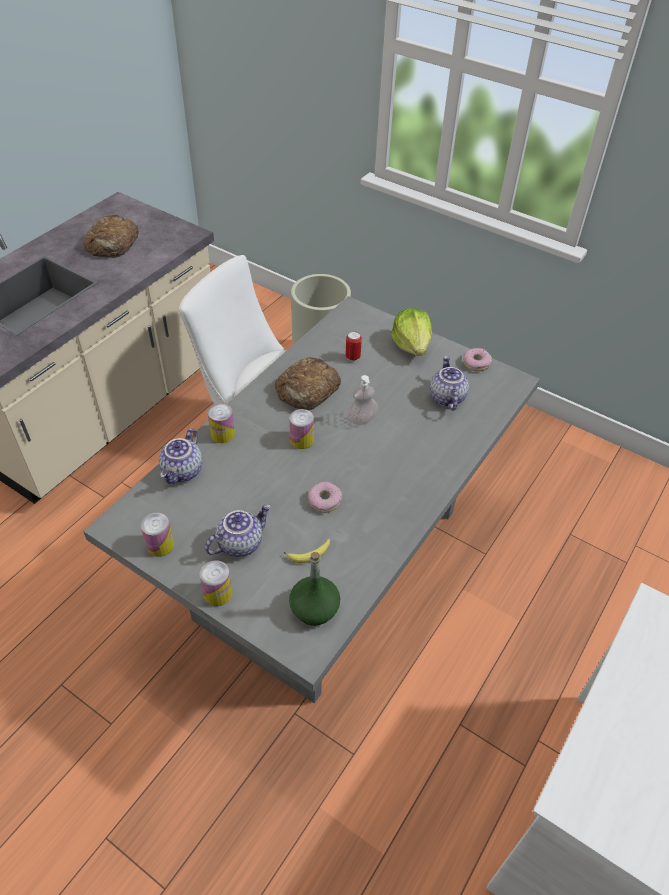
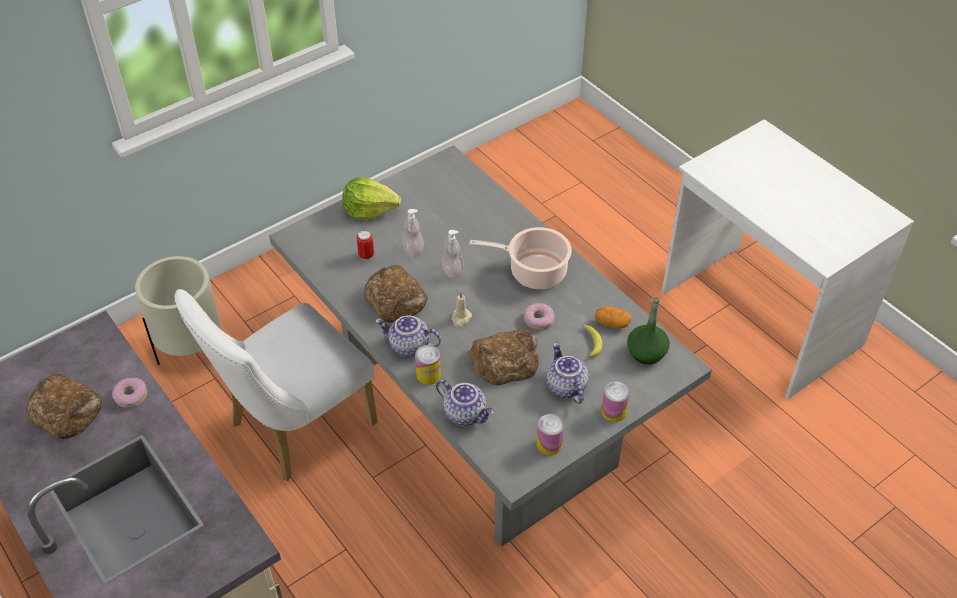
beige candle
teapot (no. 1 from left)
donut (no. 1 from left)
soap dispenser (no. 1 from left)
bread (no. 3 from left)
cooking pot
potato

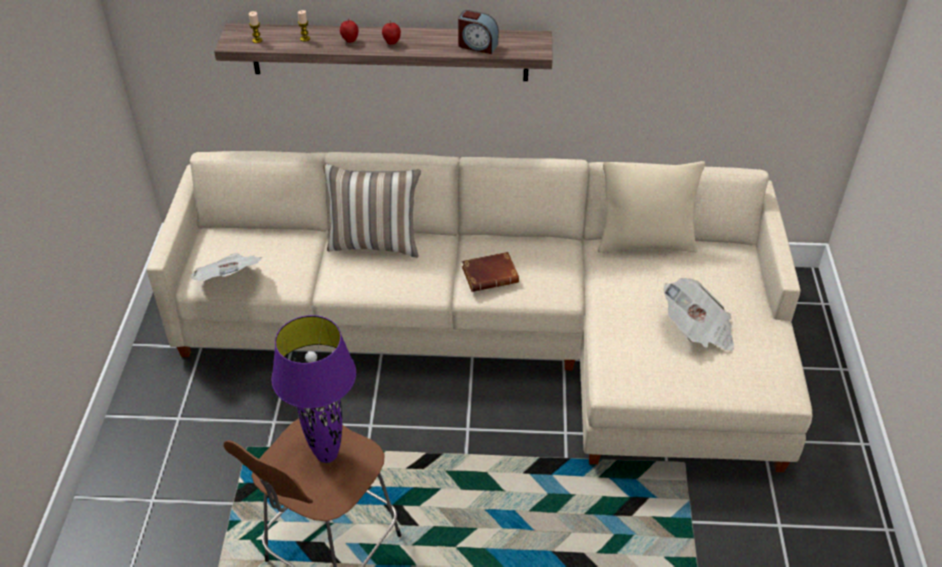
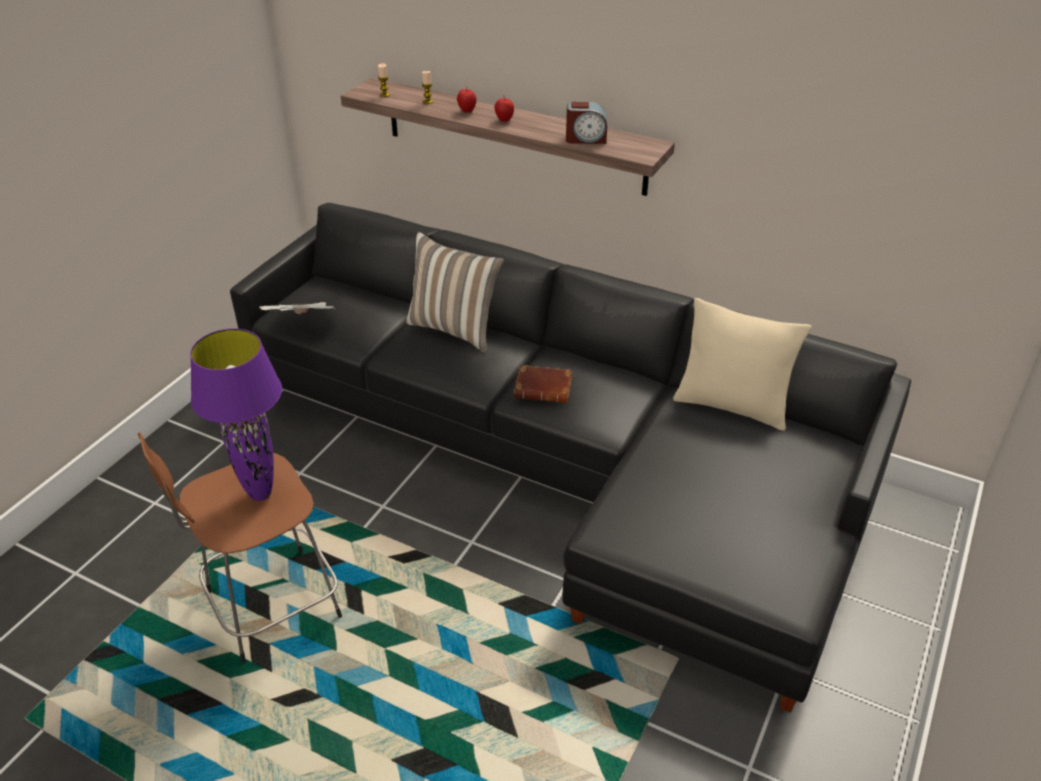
black sofa
alarm clock
newspaper (no. 2 from left in the first image)

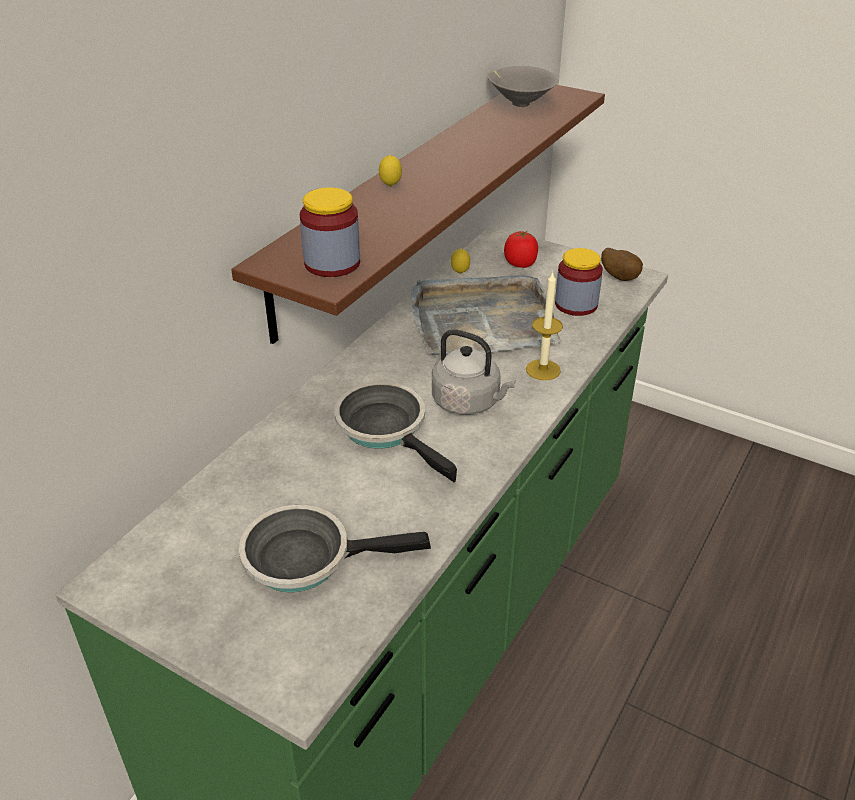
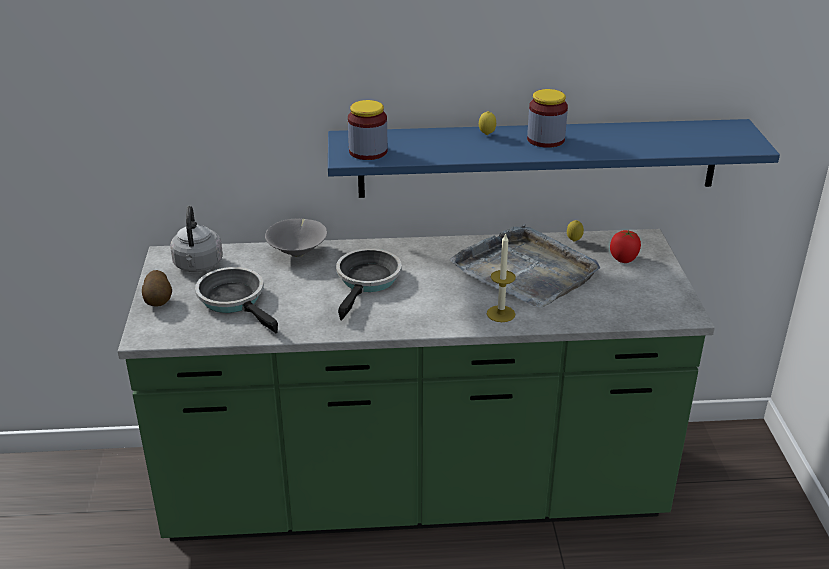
blue shelf
grey kettle
grey bowl
jar (no. 2 from left)
potato

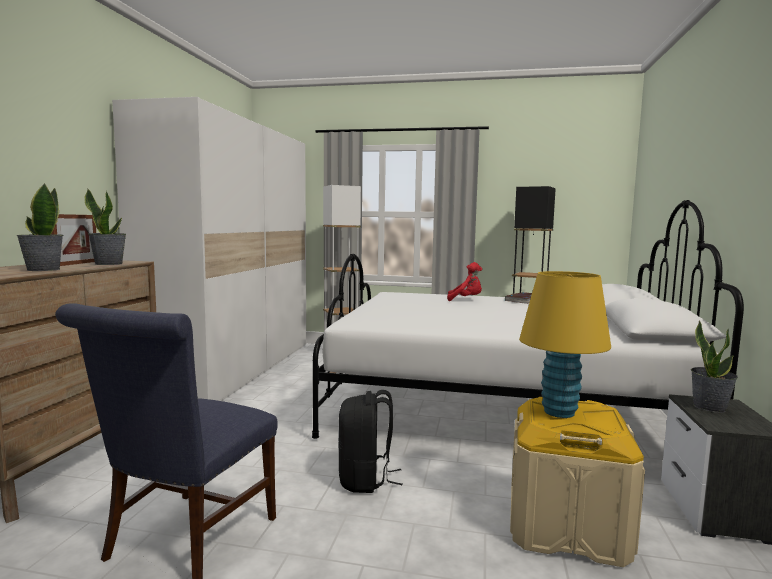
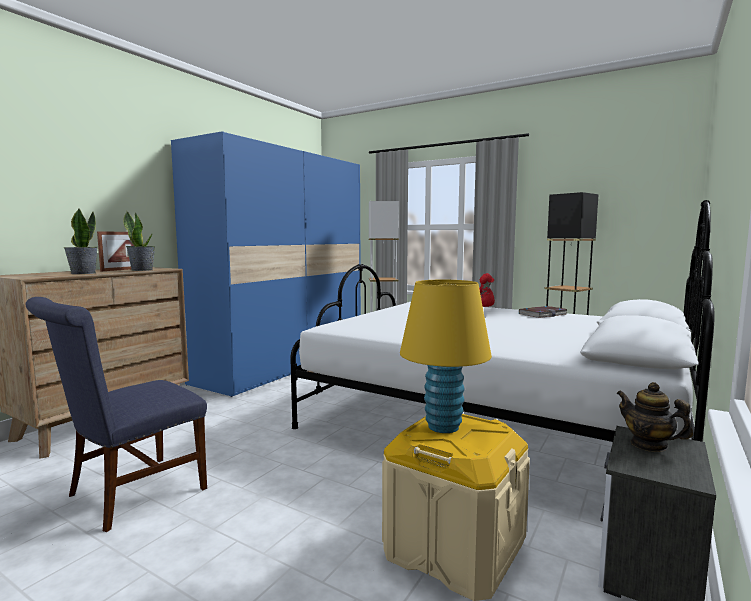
blue wardrobe
black backpack
teapot

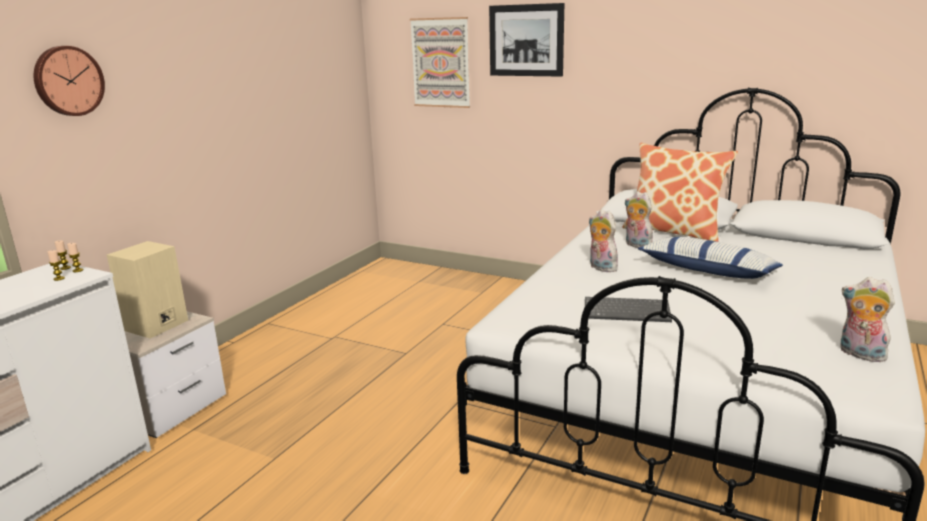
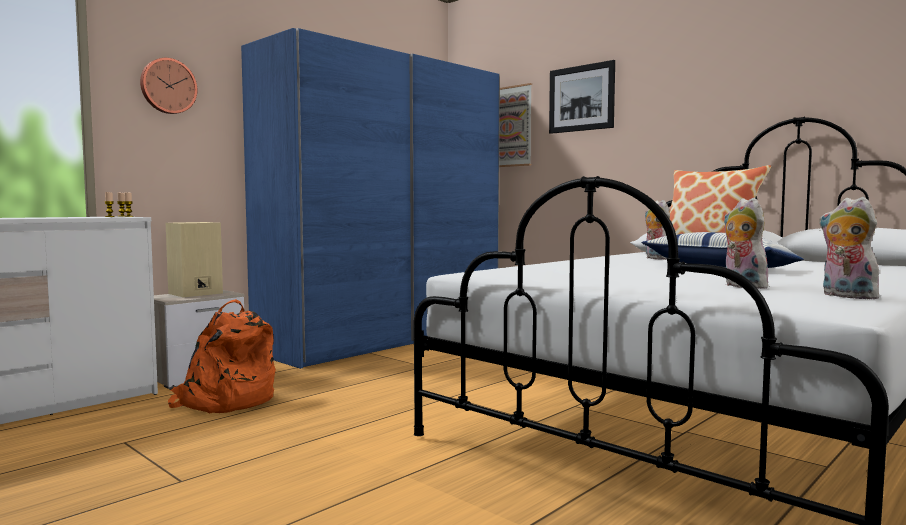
keyboard
plush toy (no. 2 from left)
orange backpack
blue wardrobe

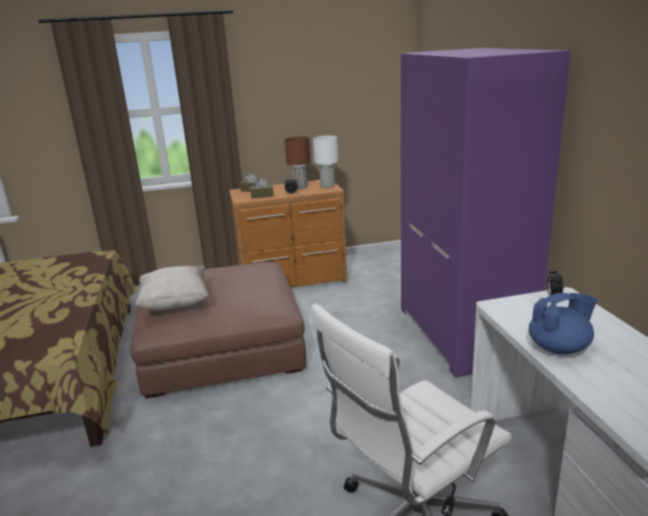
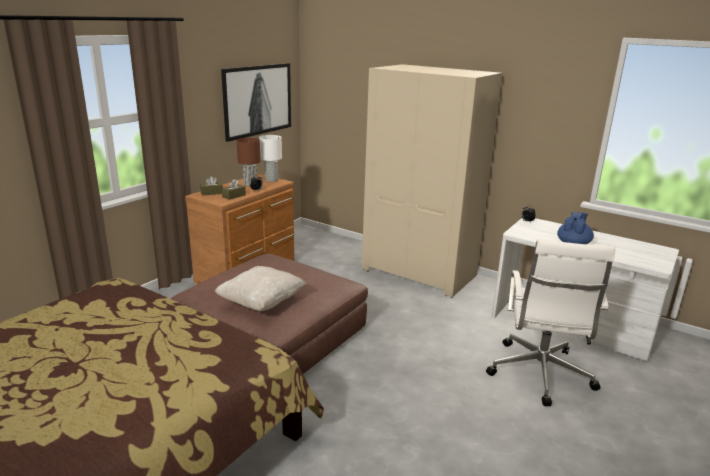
beige wardrobe
picture

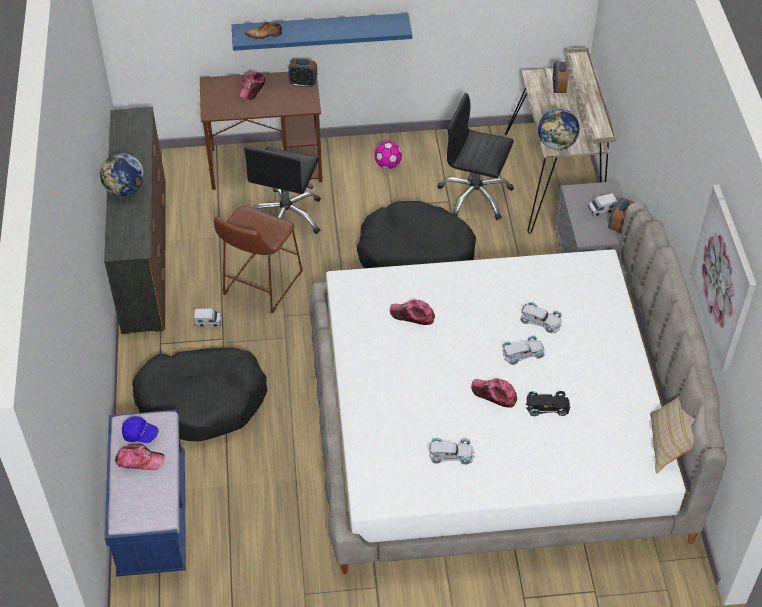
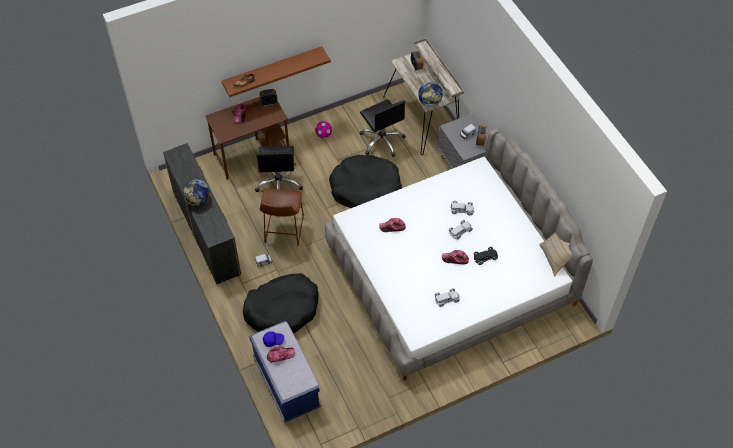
brown shelf
black office chair (no. 2 from left)
picture

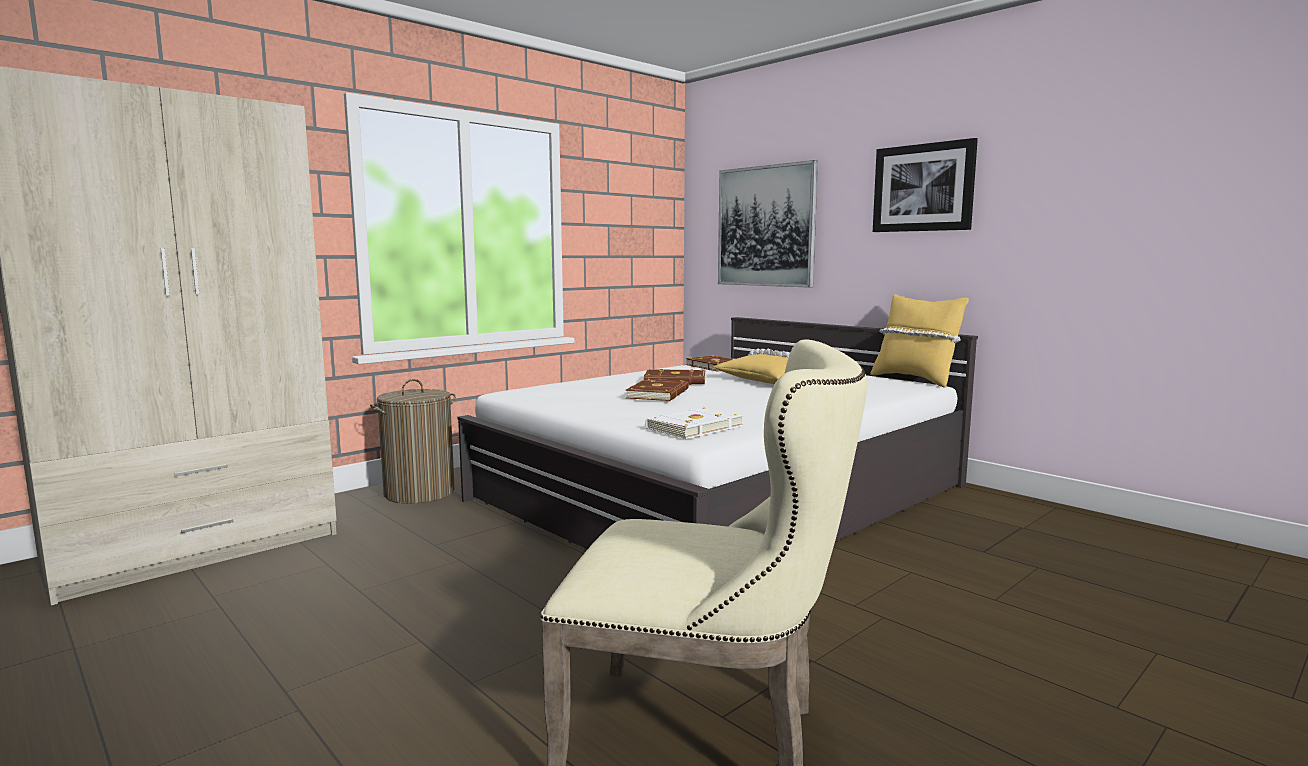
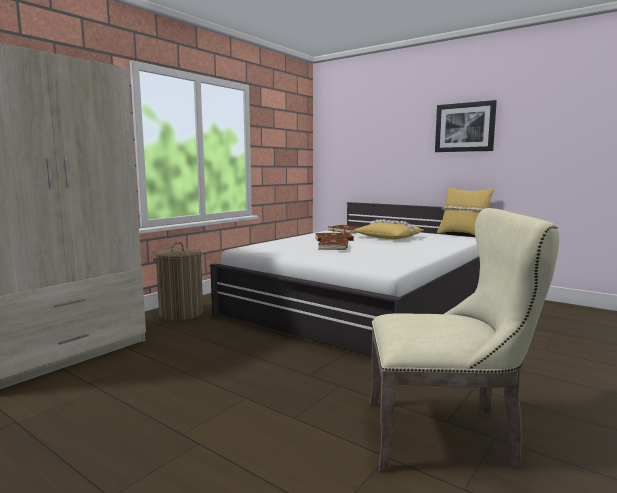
white book
picture (no. 1 from left in the first image)

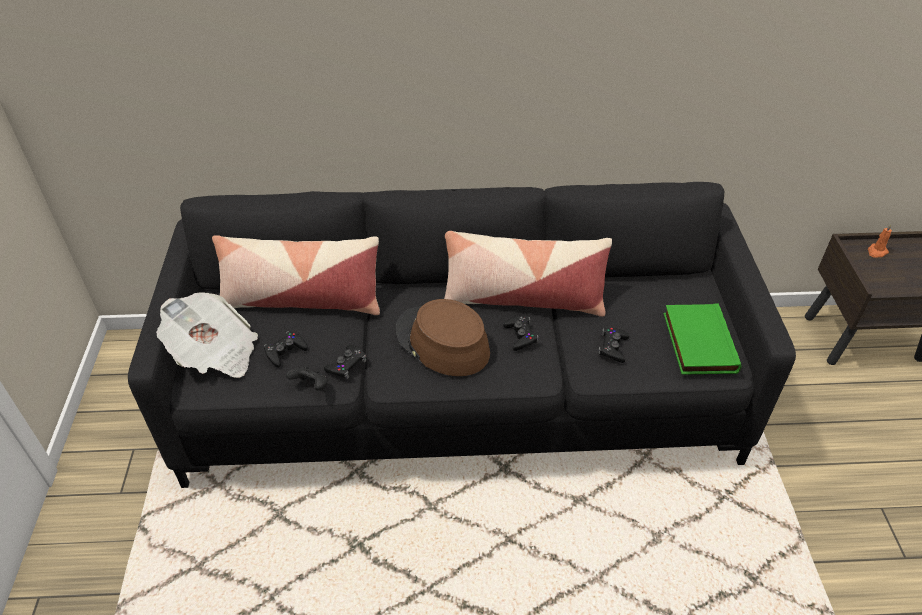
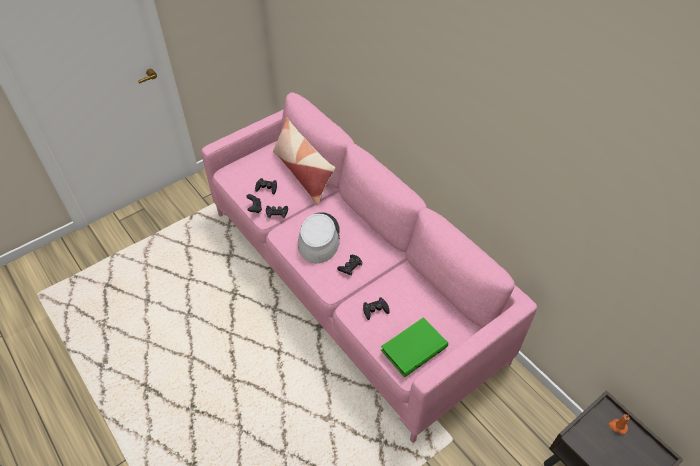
pink sofa
newspaper
grey hat
pillow (no. 2 from left in the first image)

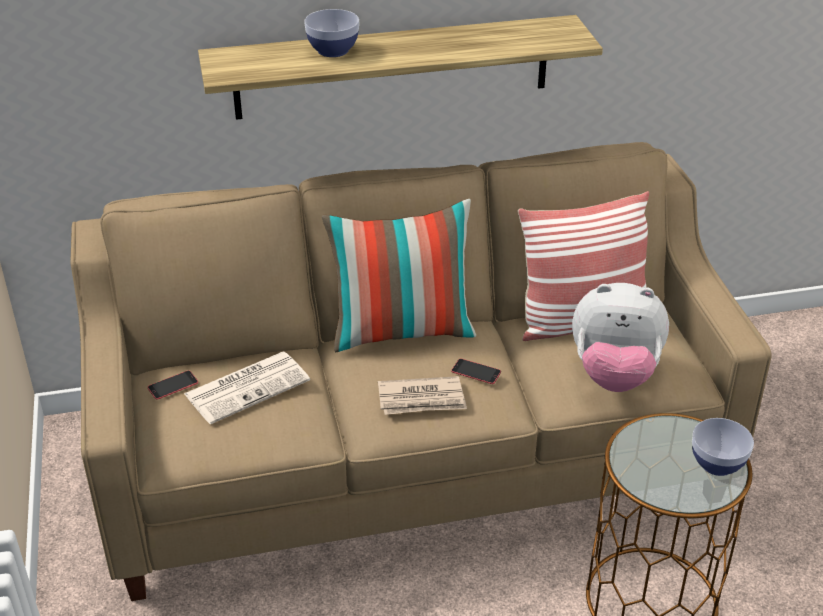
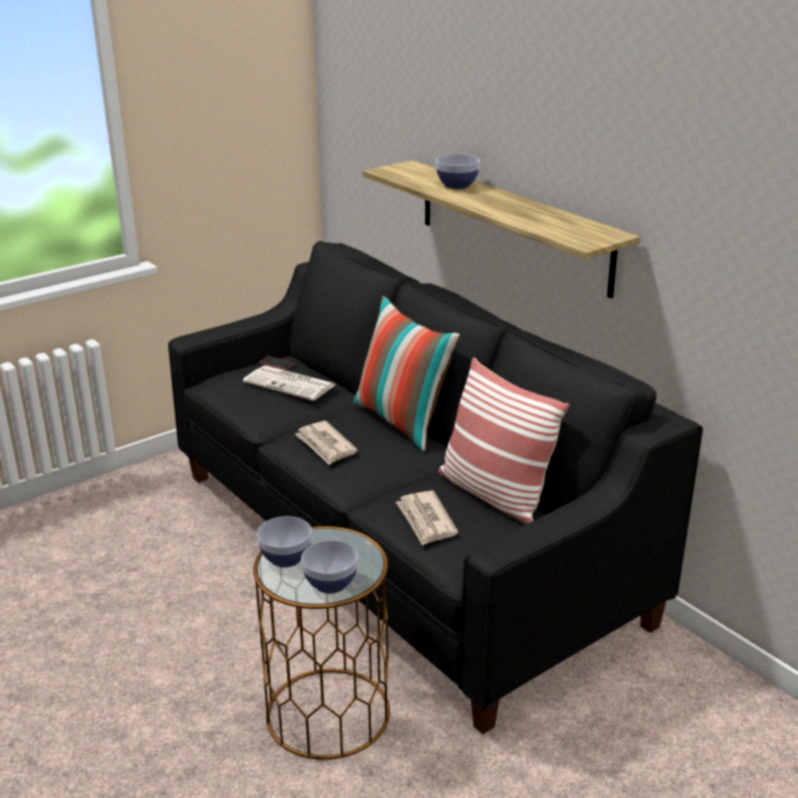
black sofa
phone (no. 2 from left in the first image)
newspaper (no. 3 from left)
bowl (no. 1 from left)

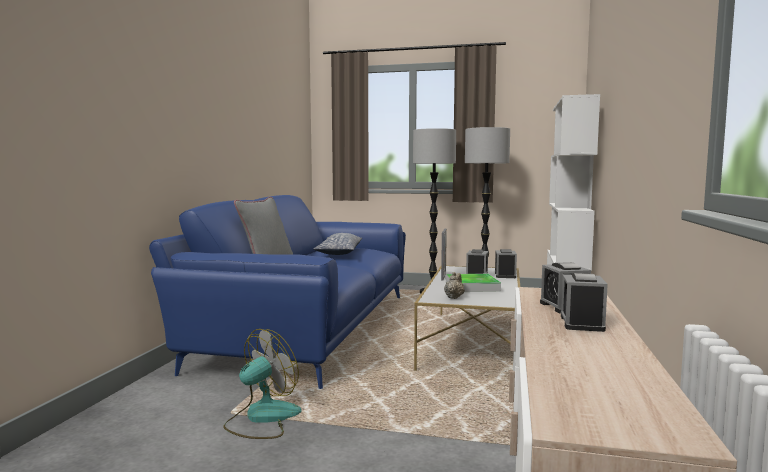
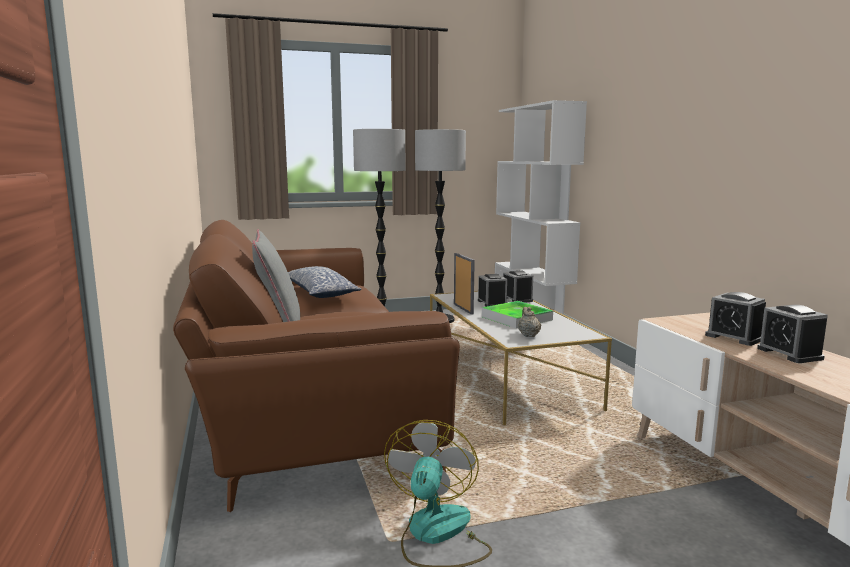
brown sofa

